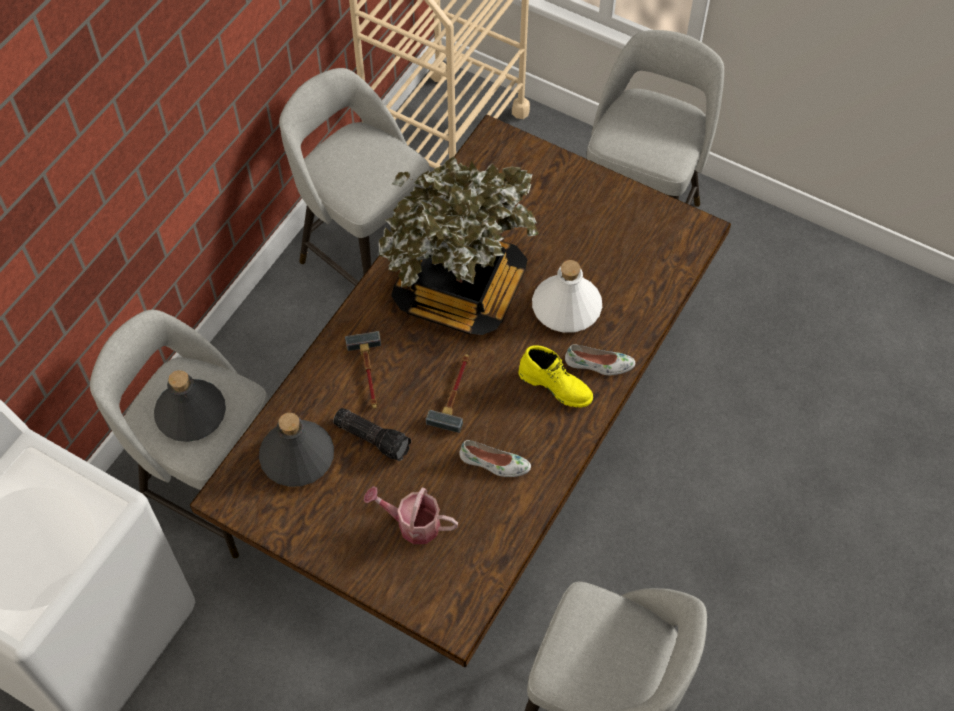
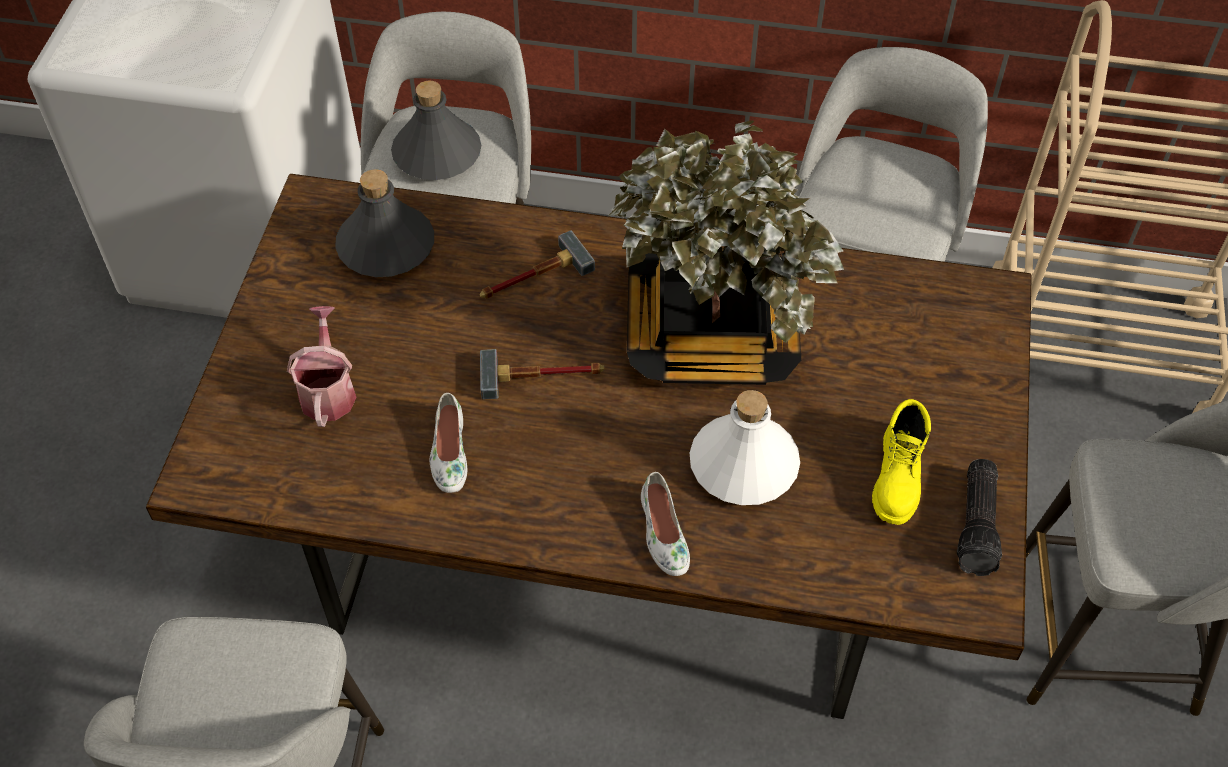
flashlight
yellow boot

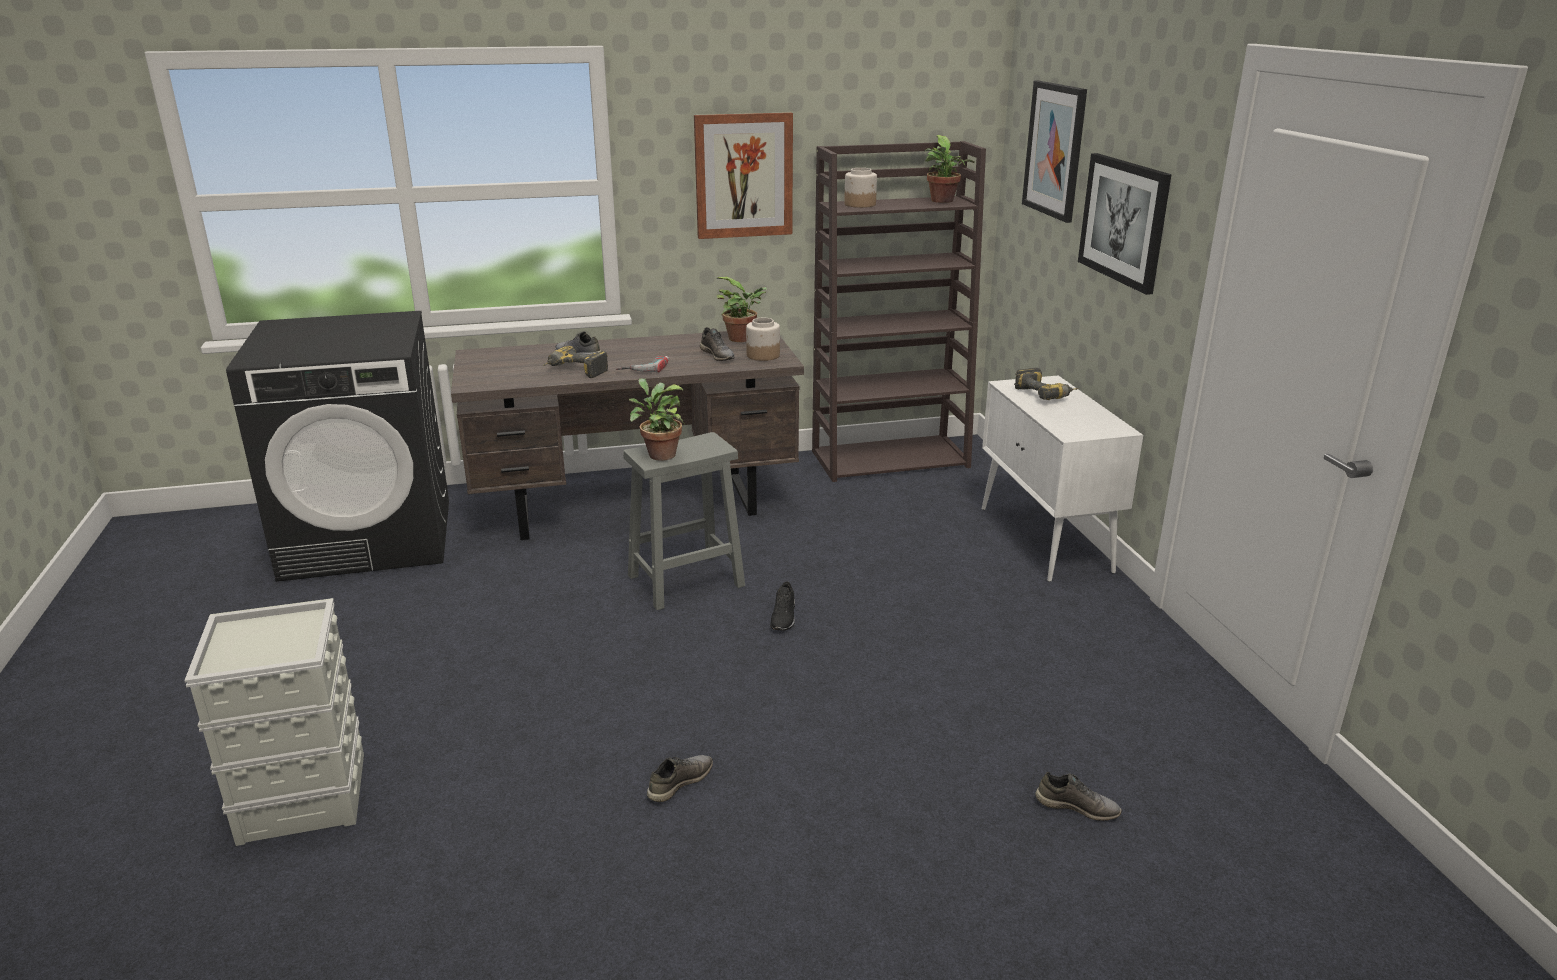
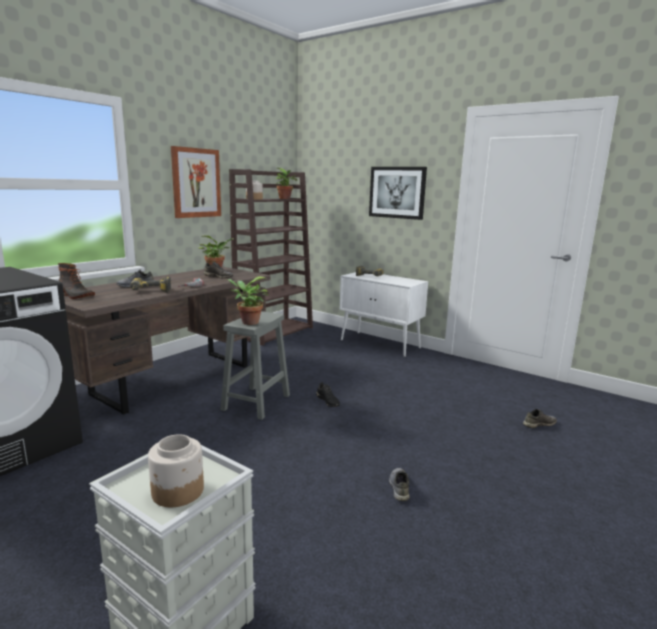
jar (no. 1 from left)
picture (no. 2 from left in the first image)
boot

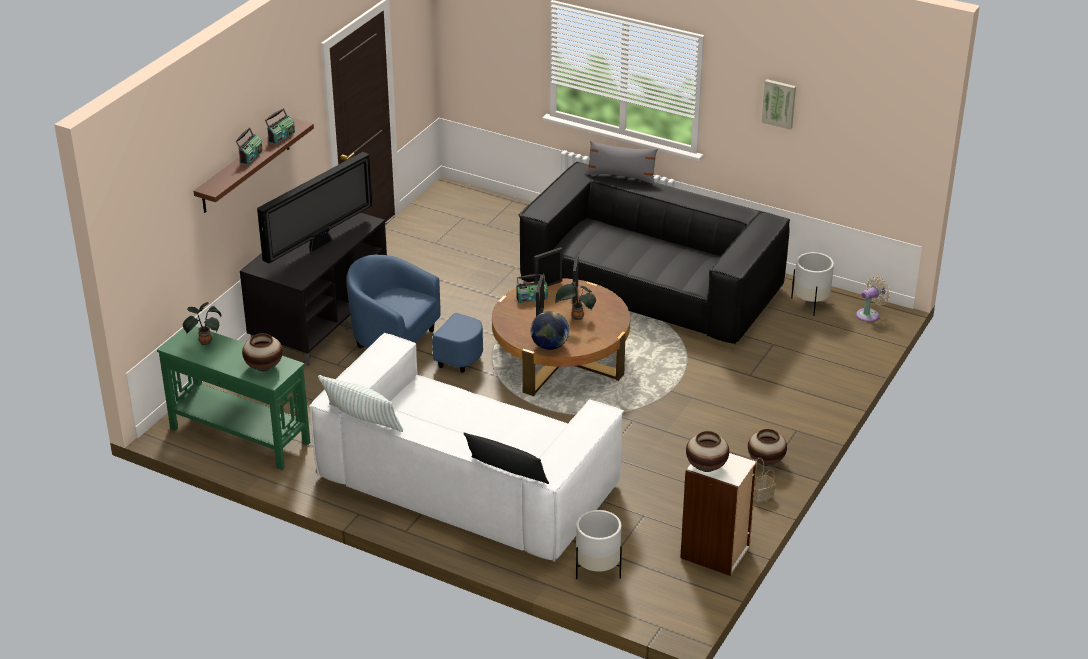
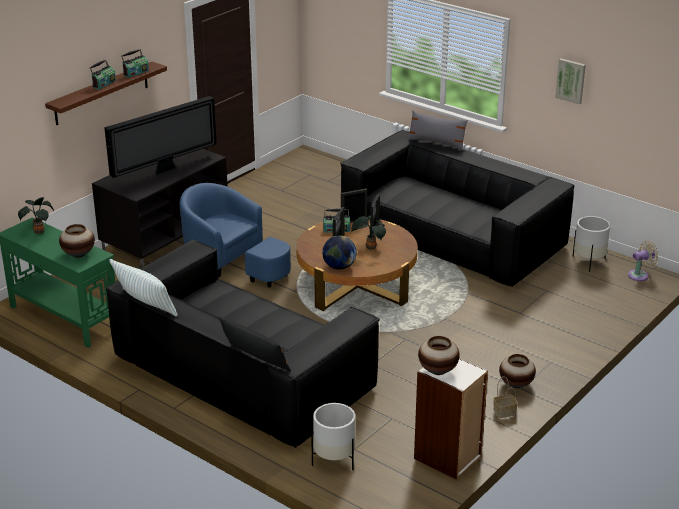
black sofa (no. 1 from left)

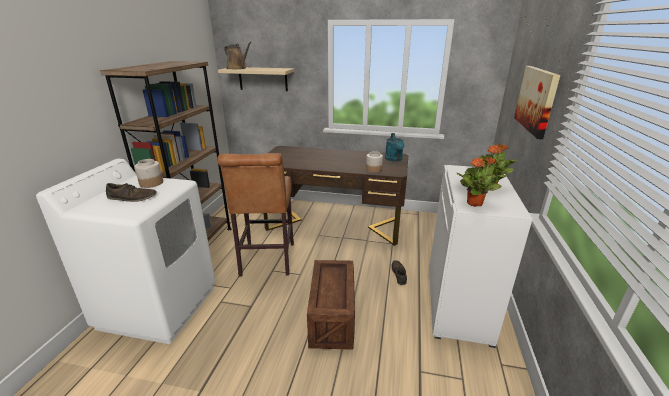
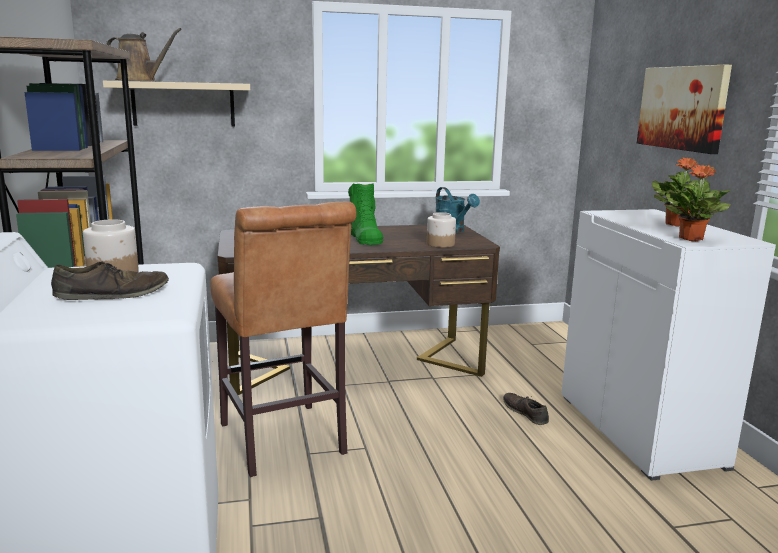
crate
green boot

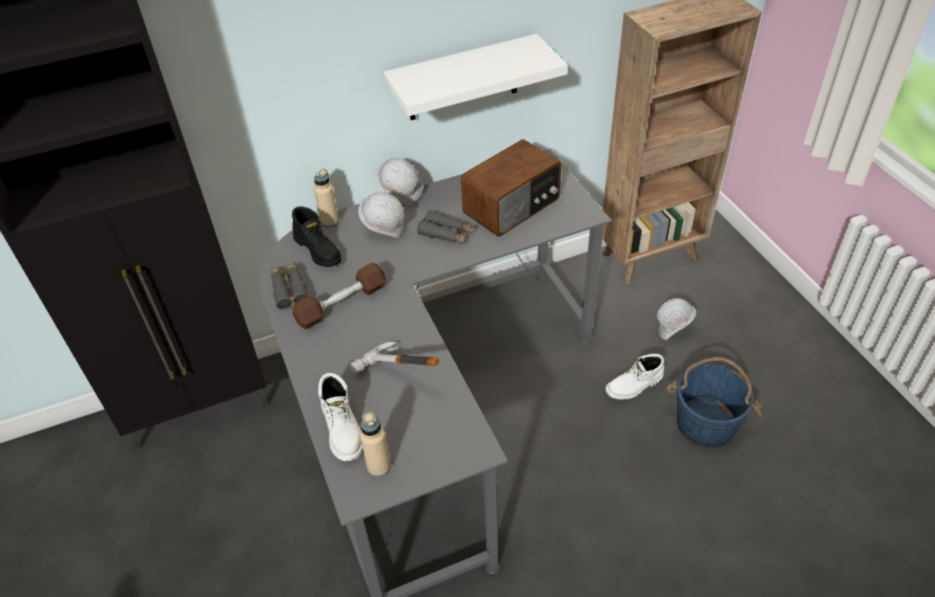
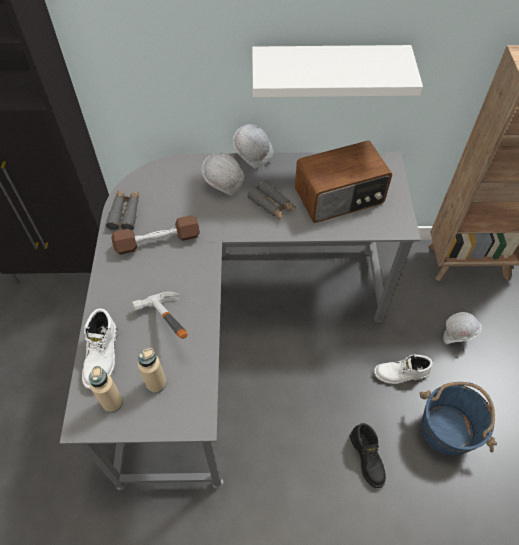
black boot
beige bottle (no. 2 from left)

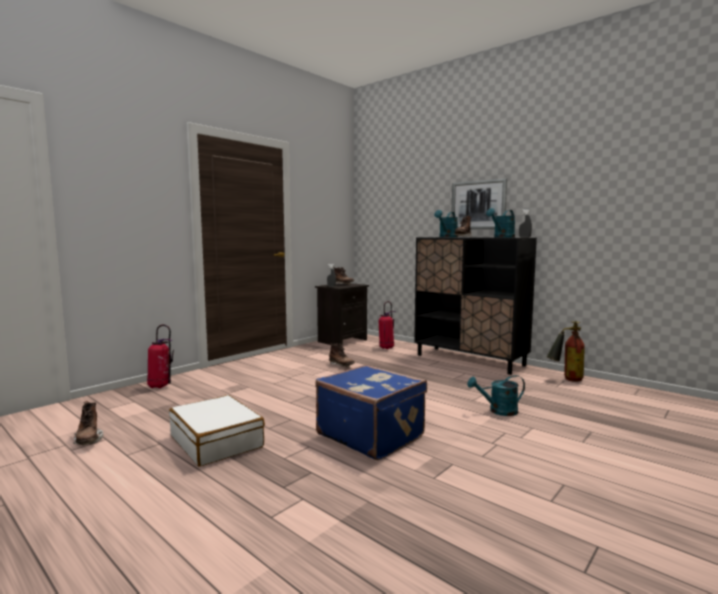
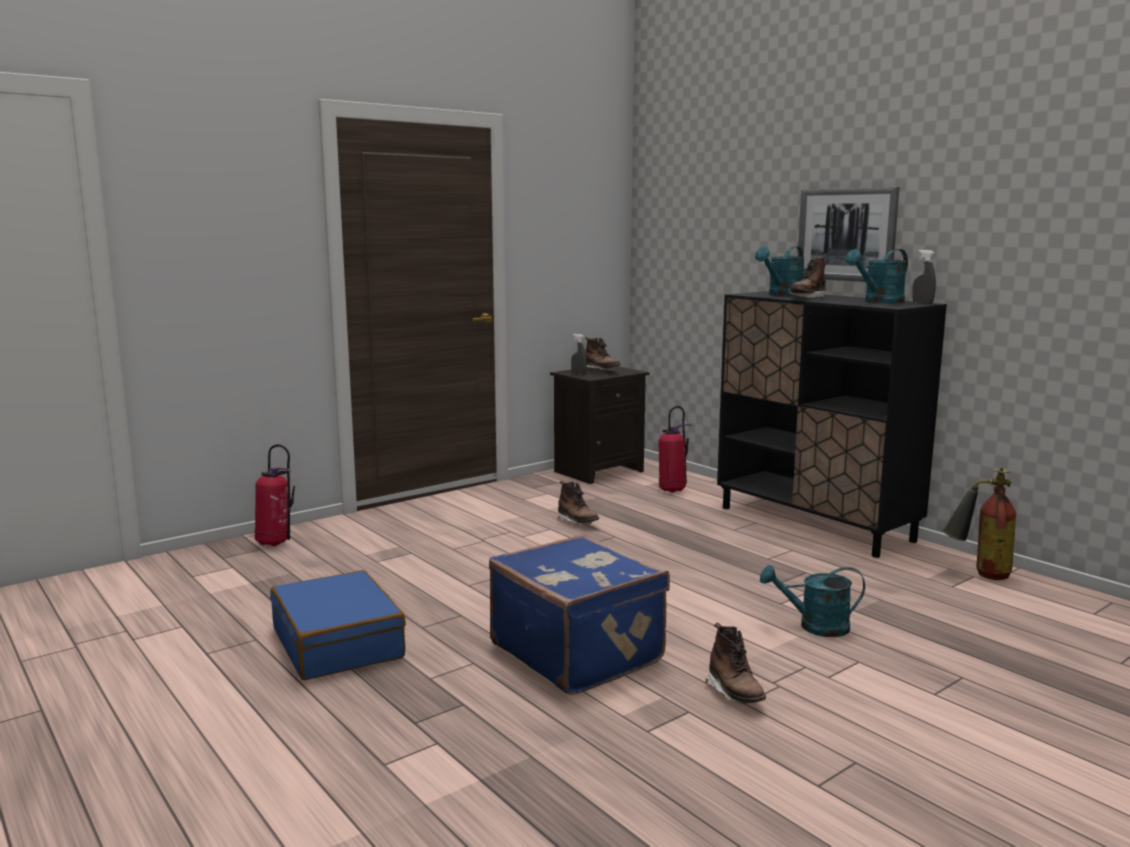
brown boot (no. 3 from left)
blue suitcase (no. 1 from left)

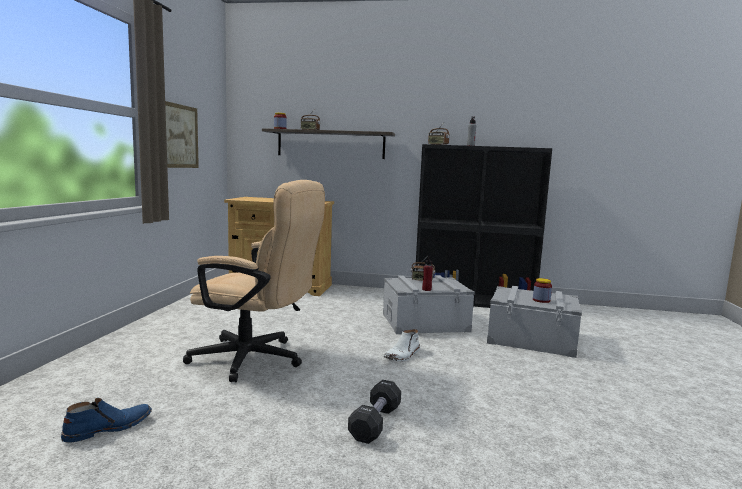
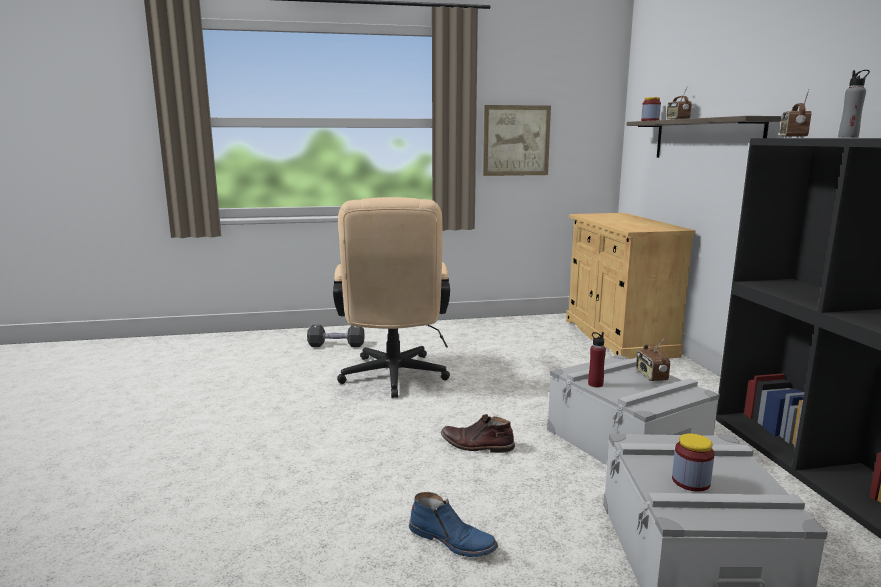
blue boot
black dumbbell
brown boot

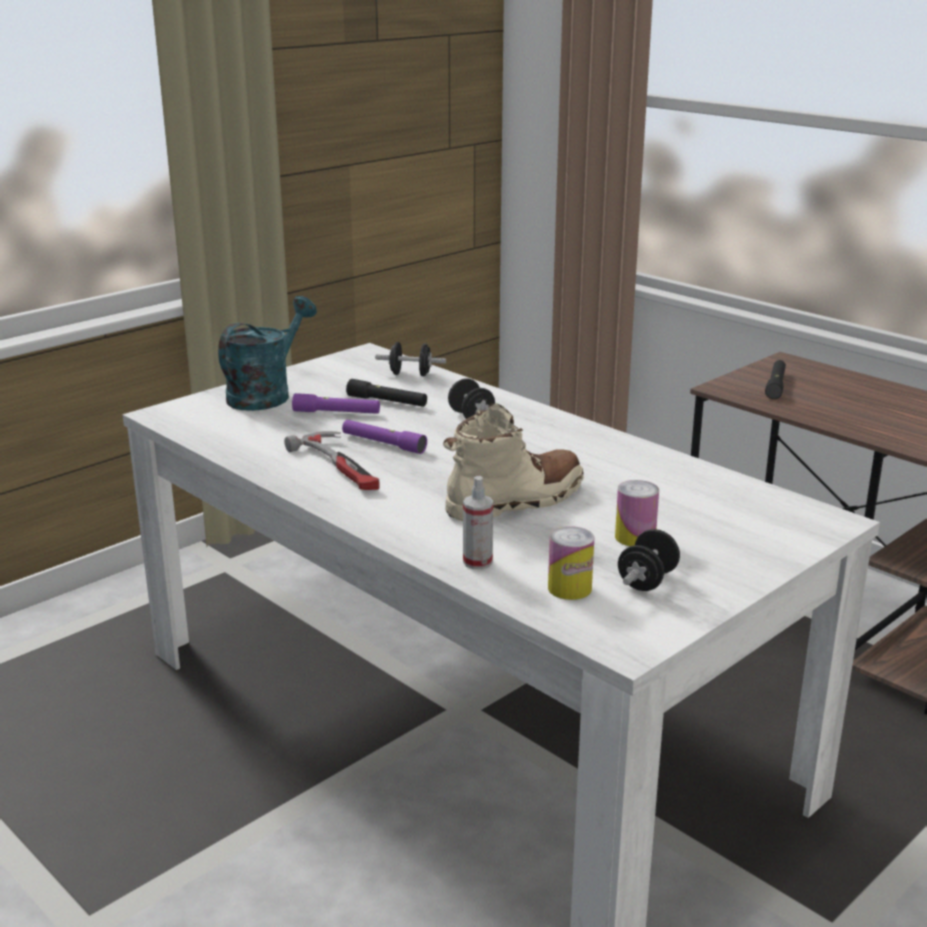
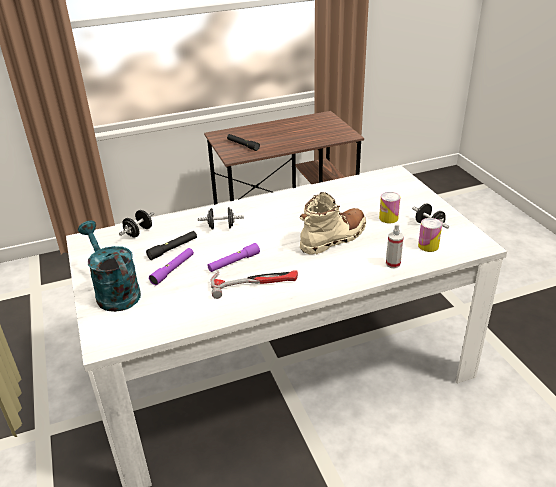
beige boot

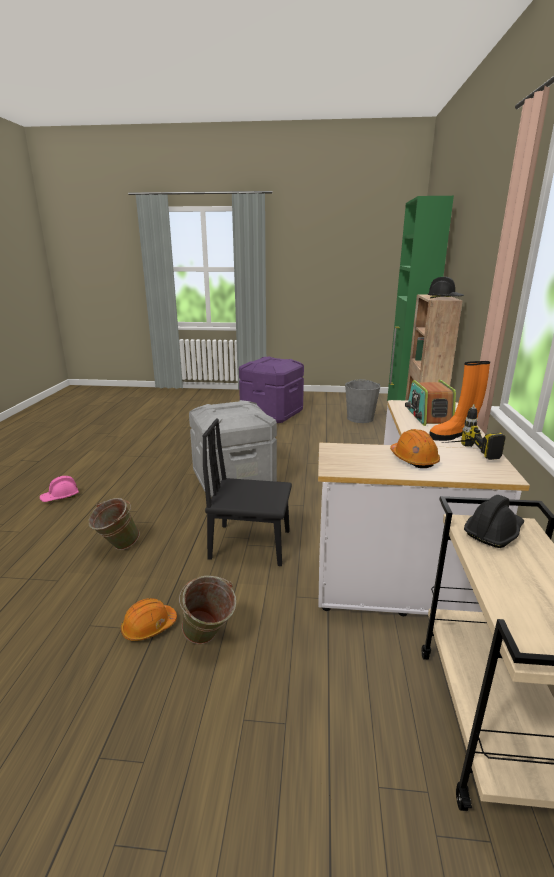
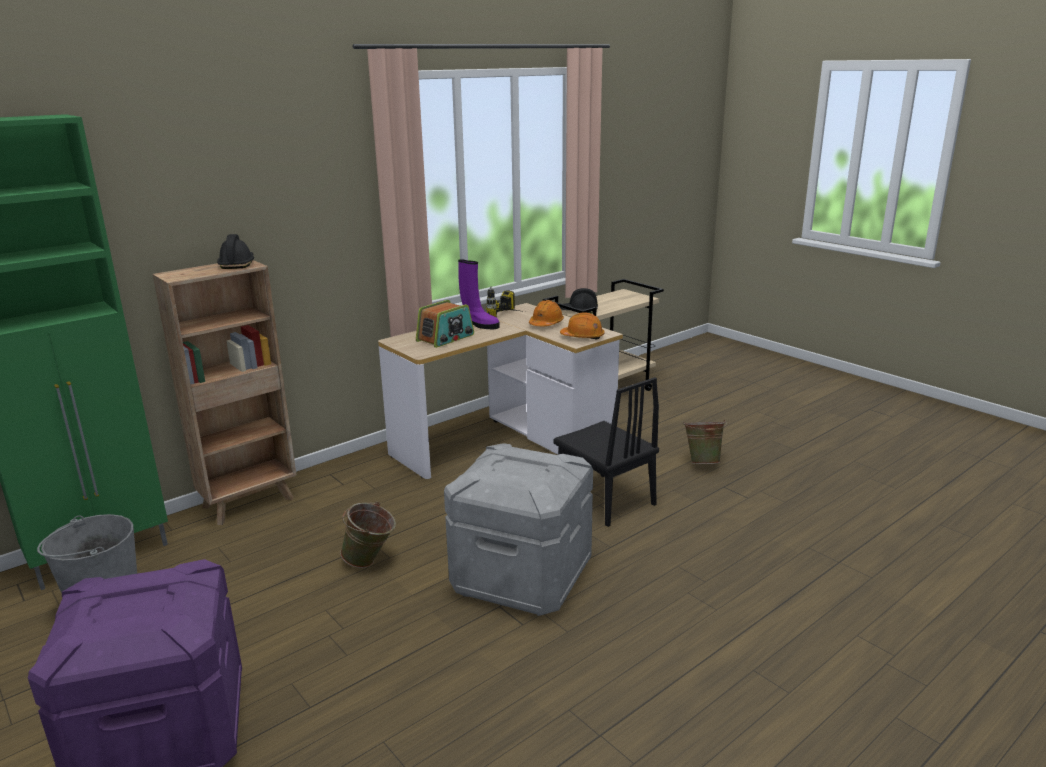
pink hard hat
green bucket (no. 1 from left)
orange hard hat (no. 2 from left)
purple boot

